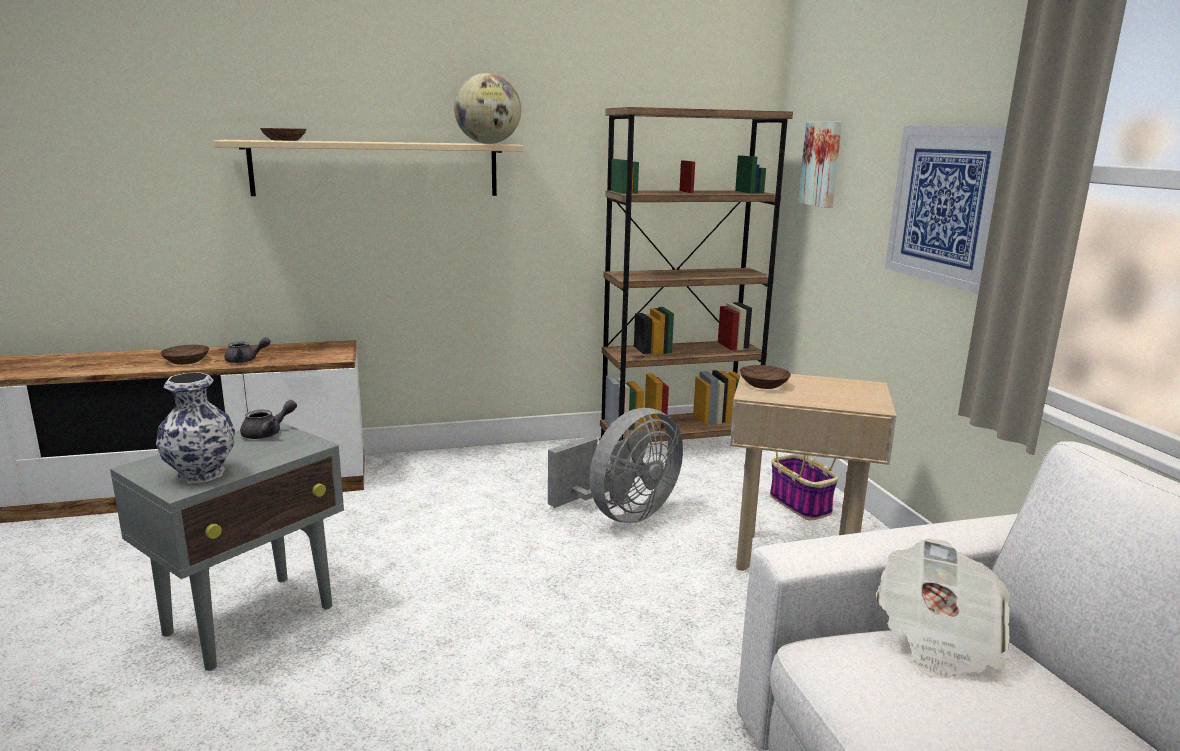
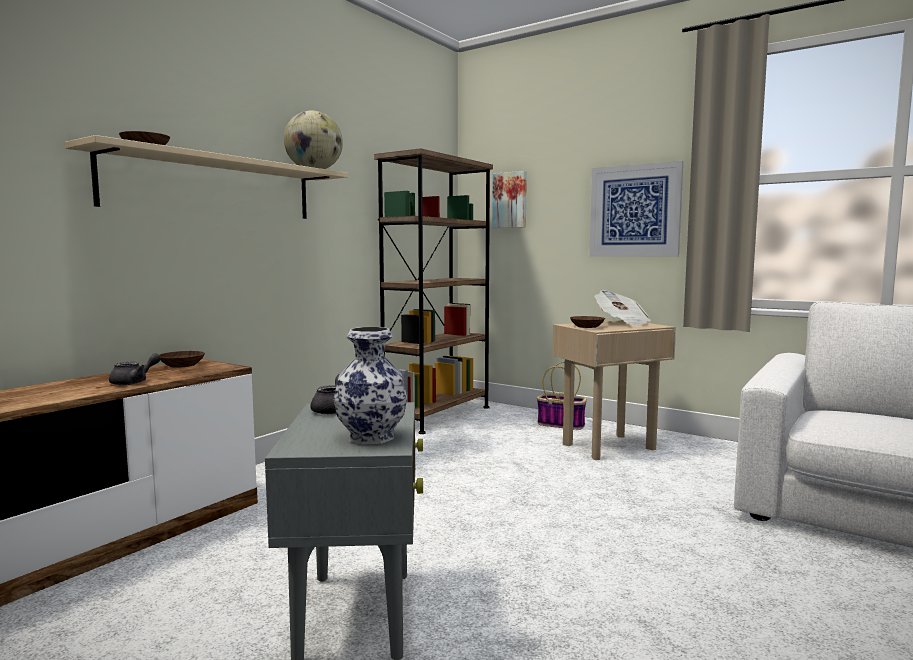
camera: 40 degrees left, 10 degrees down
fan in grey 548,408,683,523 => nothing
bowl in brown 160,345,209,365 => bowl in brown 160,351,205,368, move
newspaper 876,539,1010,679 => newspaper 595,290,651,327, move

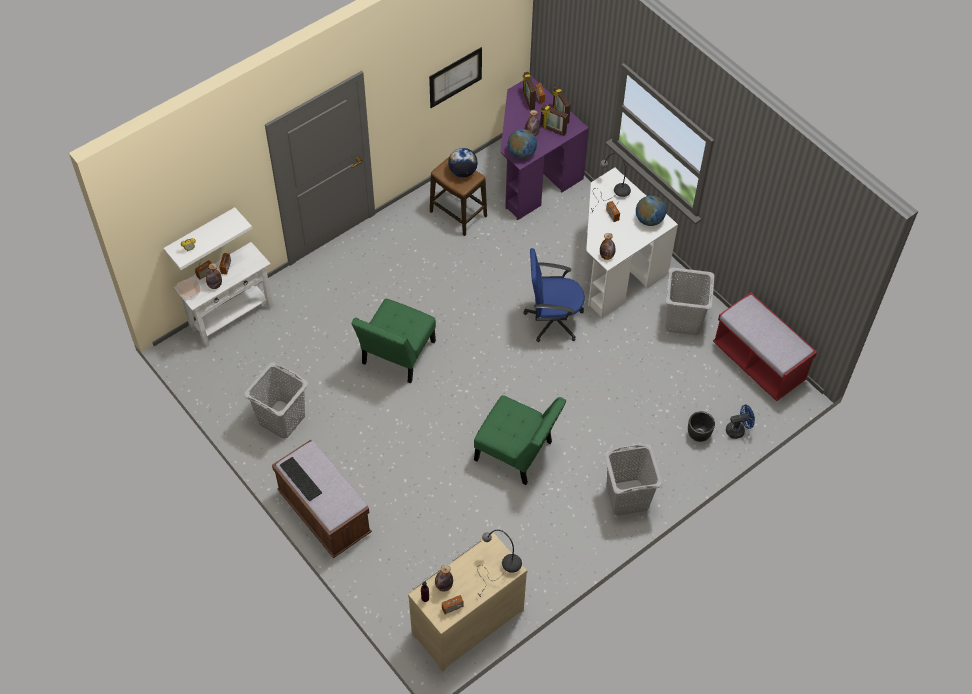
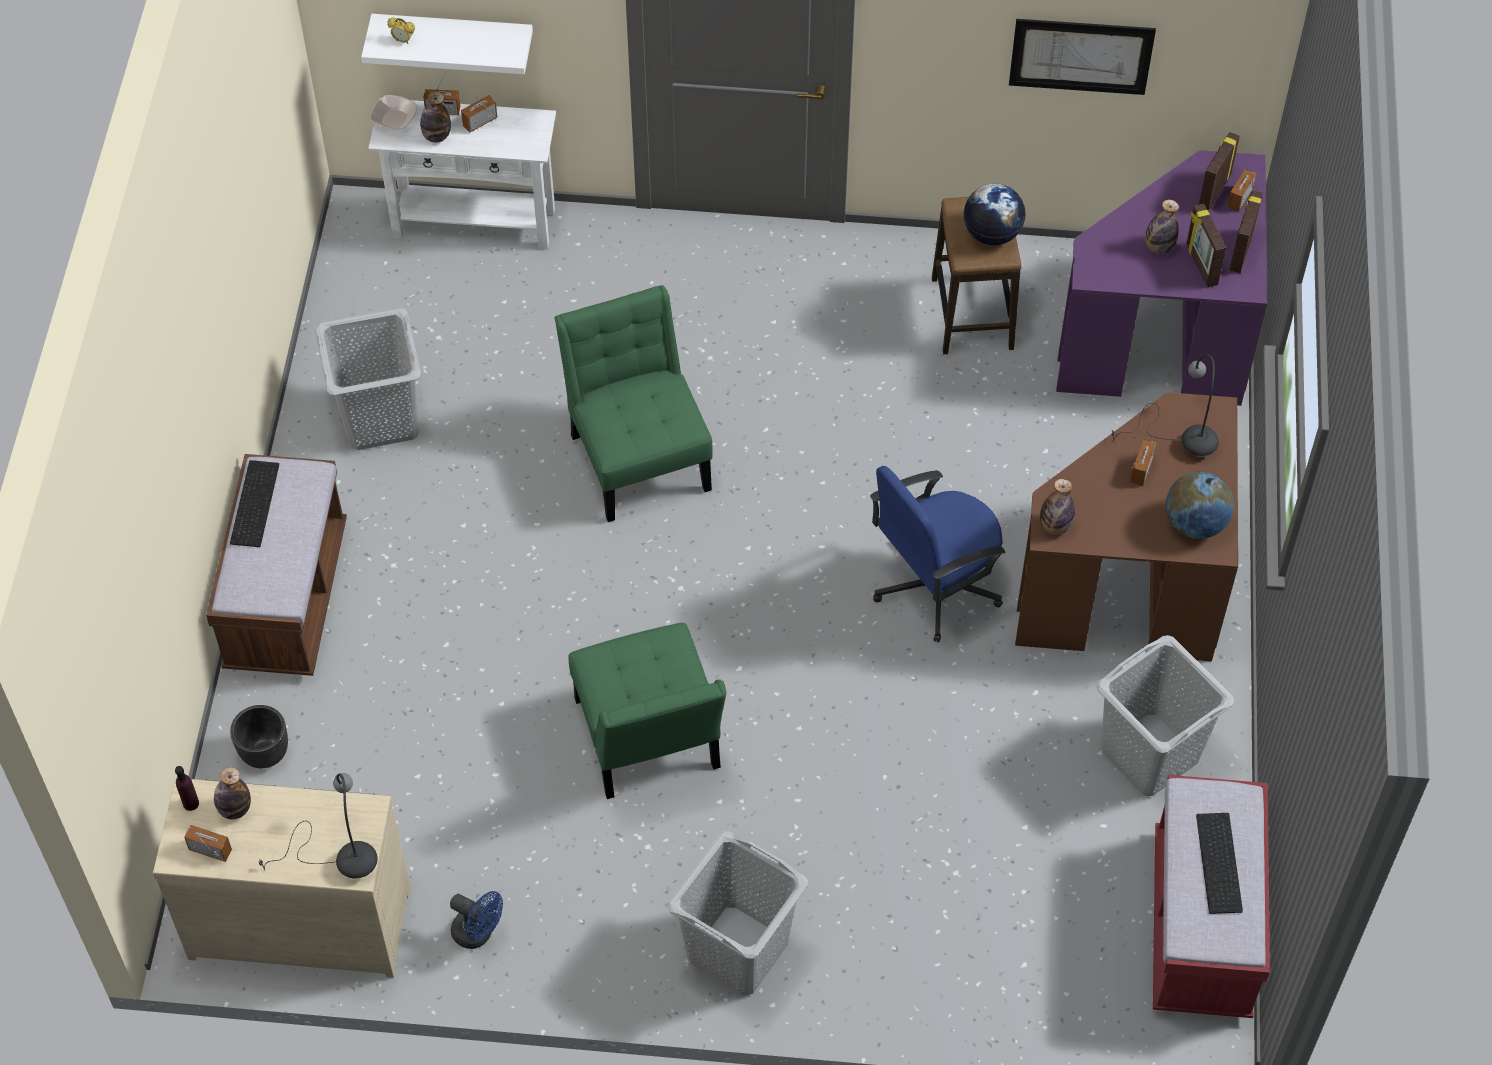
camera: 45 degrees right, 0 degrees up
globe 508,129,537,159 => nothing
nothing => keyboard 1196,813,1243,914
planter in black 688,411,715,442 => planter in black 230,705,288,768, move
fan in blue 726,405,755,439 => fan in blue 450,891,503,949, move
desk in white 586,167,678,319 => desk in brown 1015,392,1238,661
chair in green 352,299,436,383 => chair in green 555,285,713,522, 90 degrees clockwise
office chair in blue 523,248,585,342 => office chair in blue 870,466,1005,642, 75 degrees counterclockwise

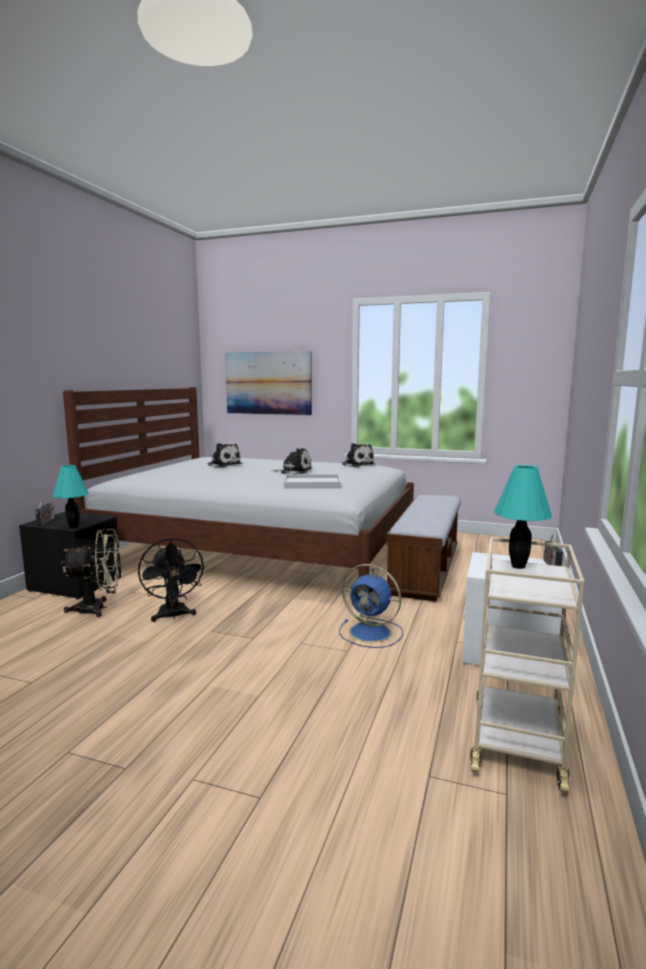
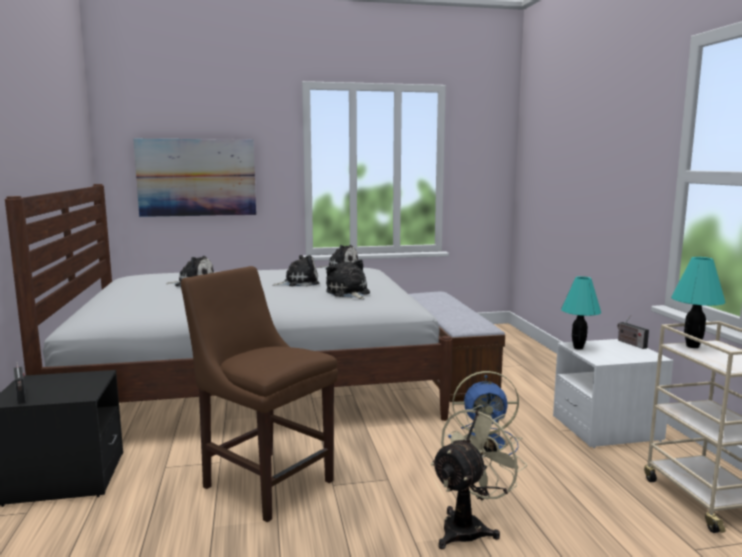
camera: 30 degrees left, 0 degrees up
table lamp in turquoise 52,465,89,528 => table lamp in turquoise 561,276,601,350, move
fan in beige 61,529,120,617 => fan in beige 431,405,527,549, move
fan in black 138,538,205,622 => chair in brown 181,266,338,522
tray in white 284,474,341,487 => plush toy 326,259,370,299

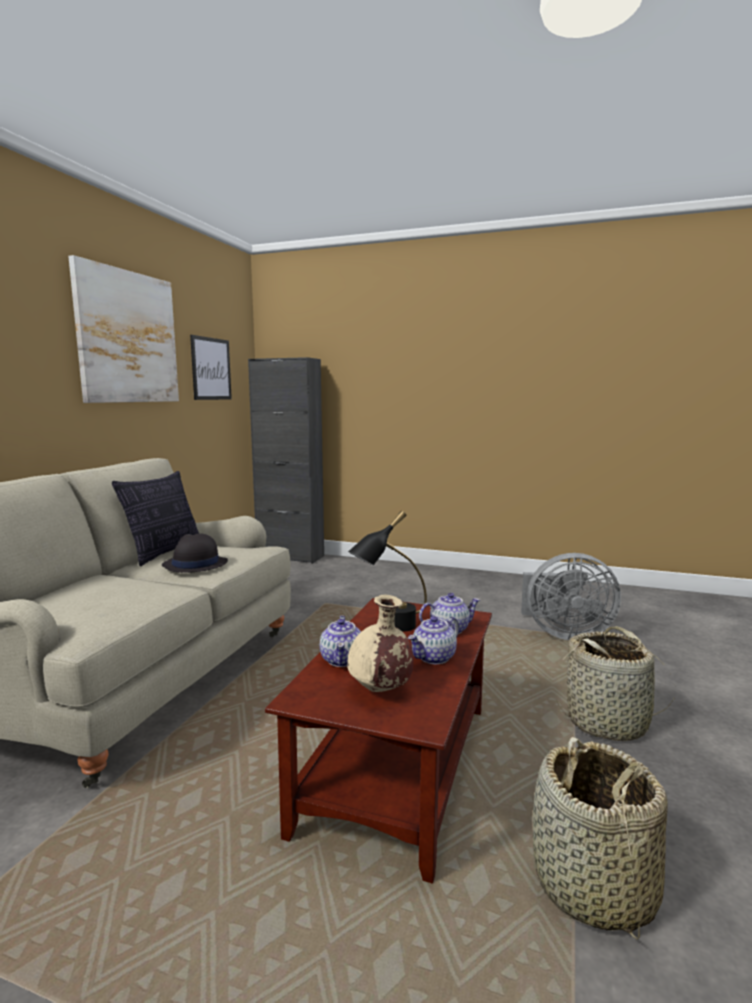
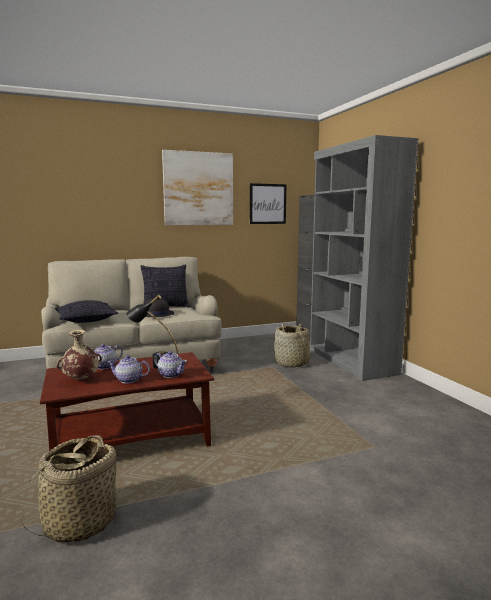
camera: 50 degrees right, 0 degrees up
fan in grey 521,553,621,640 => nothing
nothing => pillow 55,300,118,323
nothing => bookcase in grey 310,135,419,381
basket 556,626,675,741 => basket 274,323,310,367, move

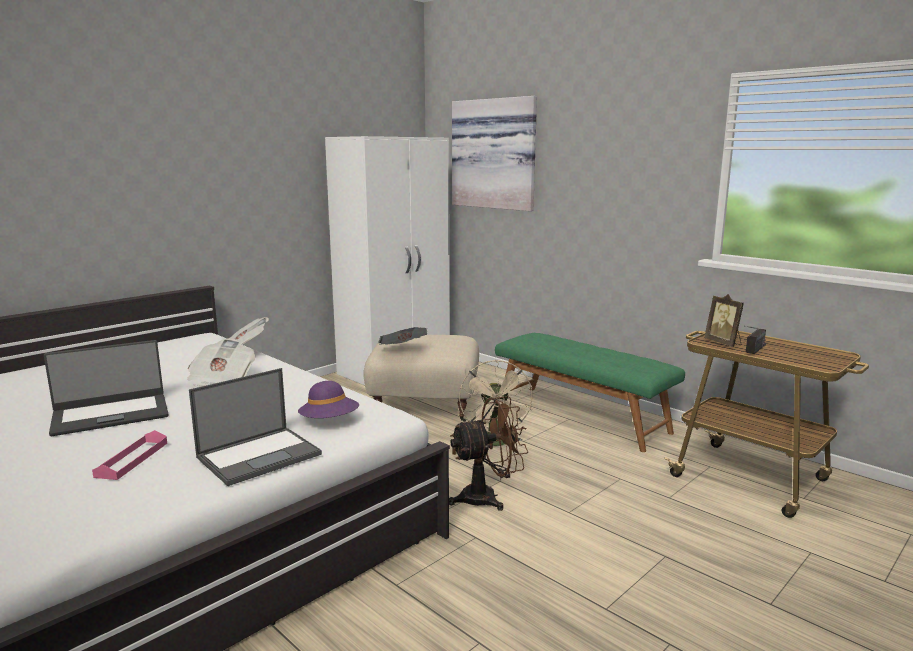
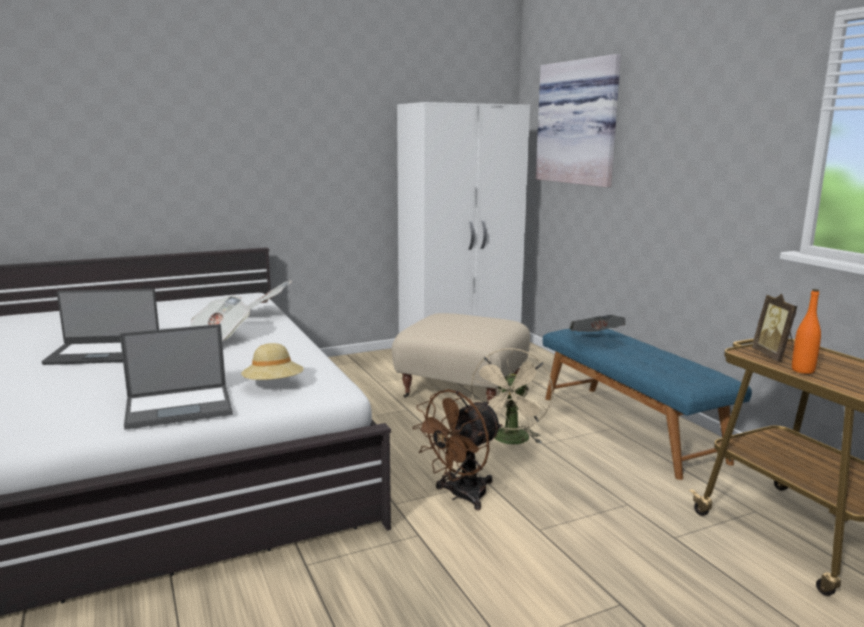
camera: 20 degrees right, 0 degrees up
tray in pink 92,430,167,480 => nothing
newspaper 379,327,428,345 => newspaper 570,315,626,332, move
radio 744,326,766,354 => bottle in orange 792,289,821,374
hat in purple 298,381,359,418 => hat in beige 241,343,304,380
bench in green 495,333,685,452 => bench in blue 543,329,752,480
fan in brown 449,396,528,511 => fan in brown 412,389,502,510, 135 degrees clockwise

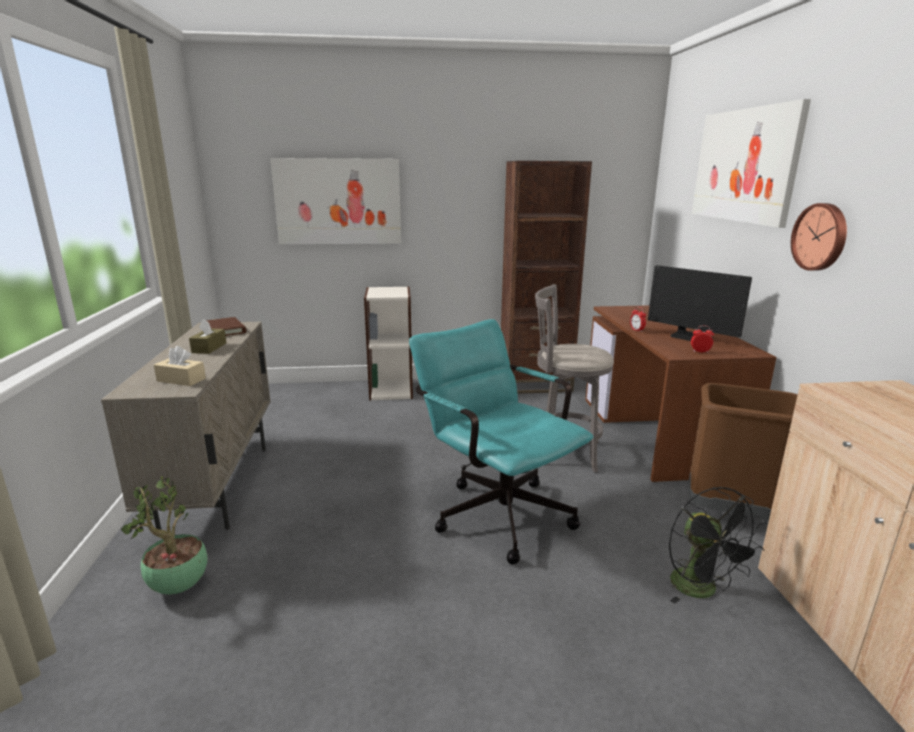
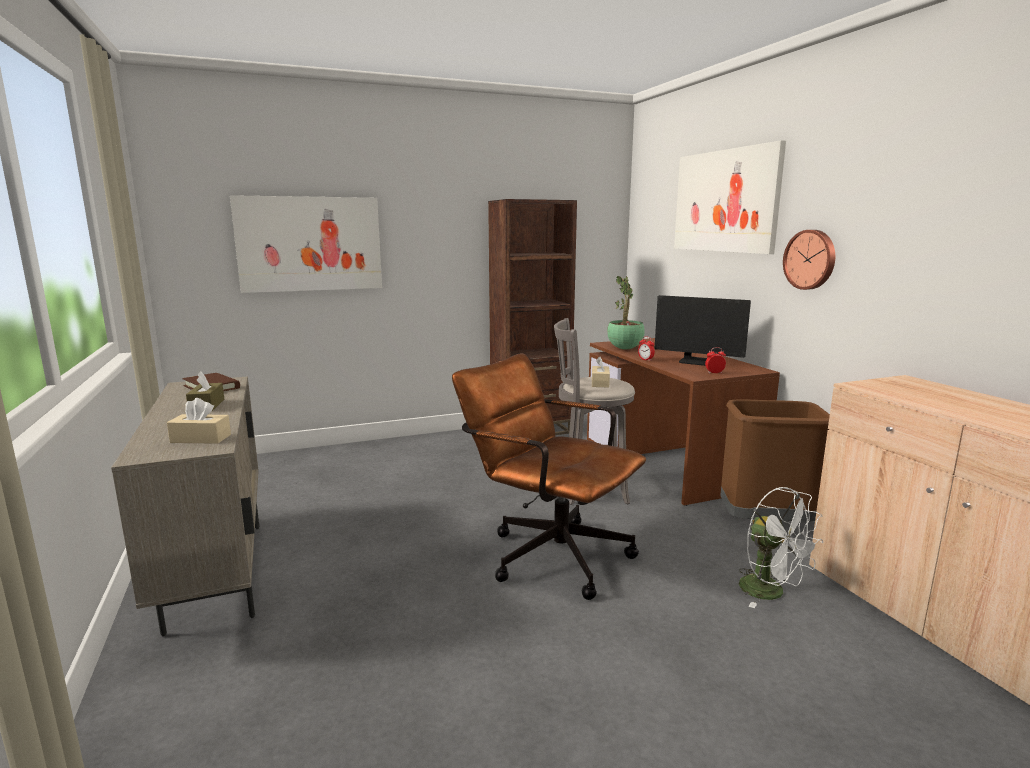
camera: 15 degrees left, 5 degrees down
bookcase 364,286,413,401 => nothing
nothing => tissue box in beige 592,356,610,388
potted plant 121,476,208,594 => potted plant 607,276,645,350, move
office chair in turquoise 409,319,593,565 => office chair in brown 452,353,646,600
fan in black 669,487,767,604 => fan in white 739,487,823,608

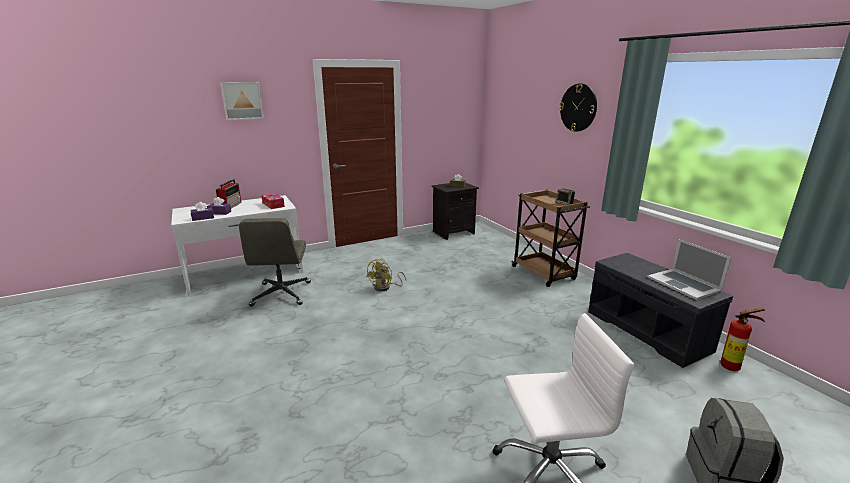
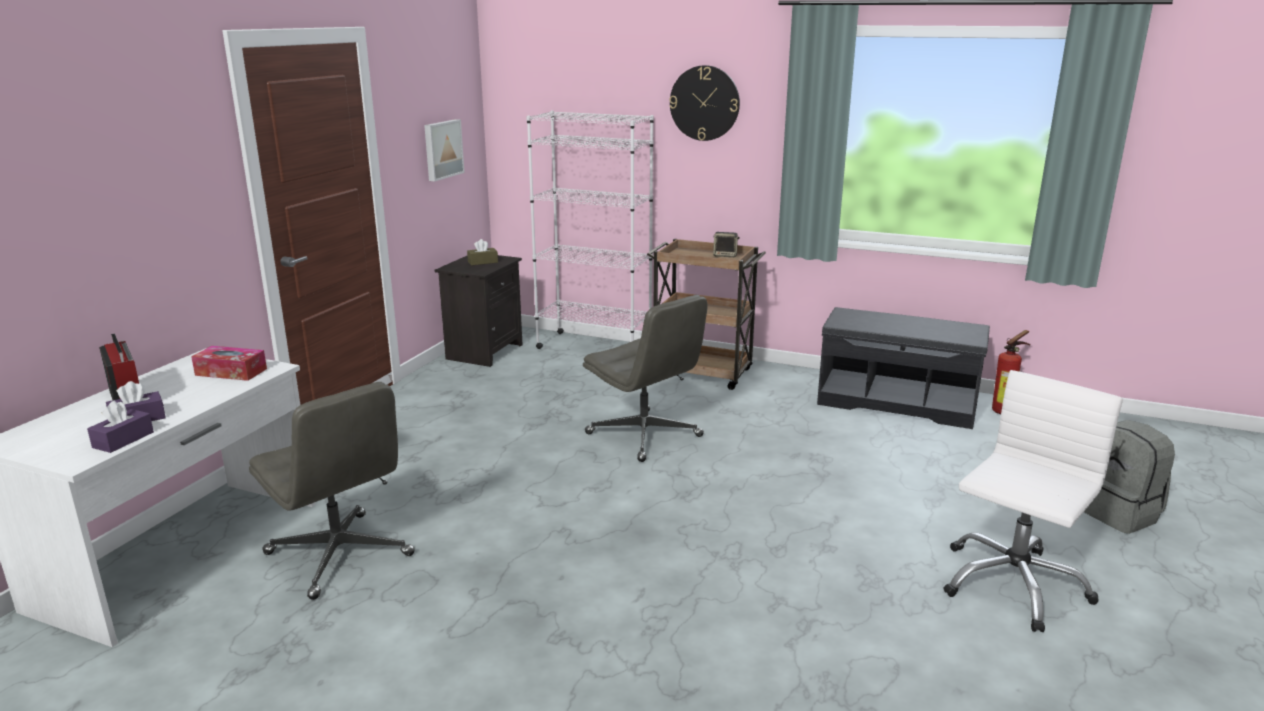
camera: 40 degrees left, 0 degrees up
fan in yellow 366,258,406,292 => nothing
laptop 648,239,731,300 => nothing
nothing => bookcase in white 526,111,654,349
nothing => office chair in grey 583,295,708,462
picture 220,82,264,120 => picture 424,119,465,181, move

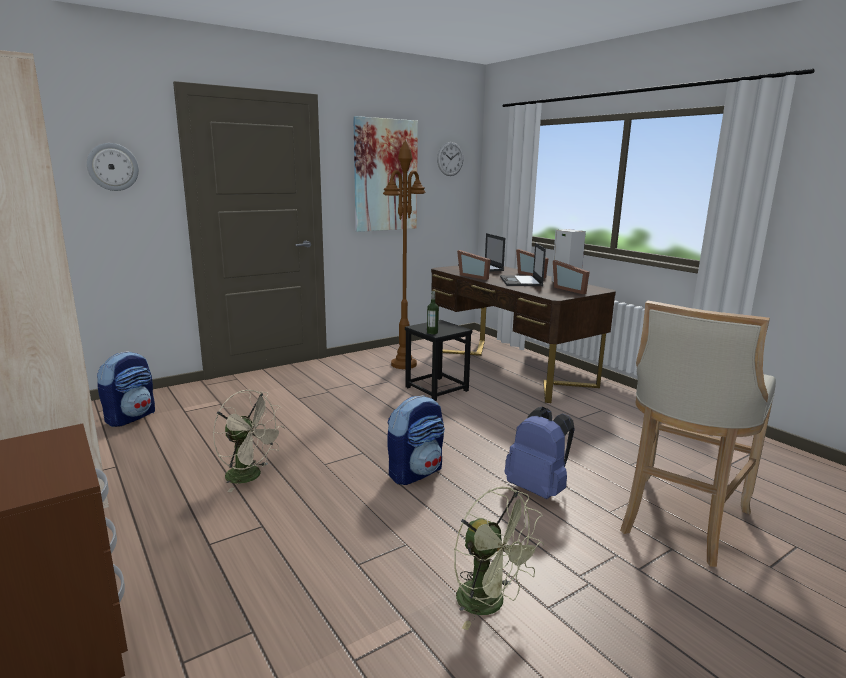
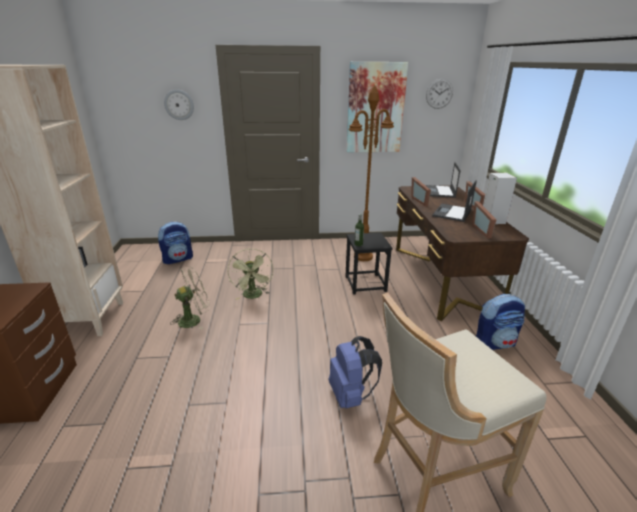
camera: 30 degrees right, 10 degrees up
backpack 387,395,445,485 => backpack 476,294,525,350, move
fan in green 454,487,544,630 => fan in green 228,249,273,300, move
fan in beige 213,390,285,492 => fan in beige 170,266,210,330, 90 degrees counterclockwise

